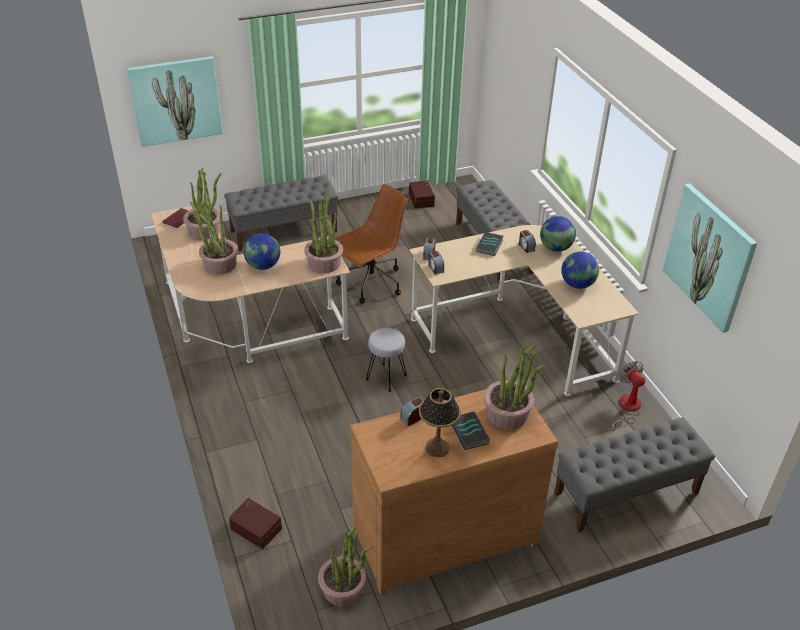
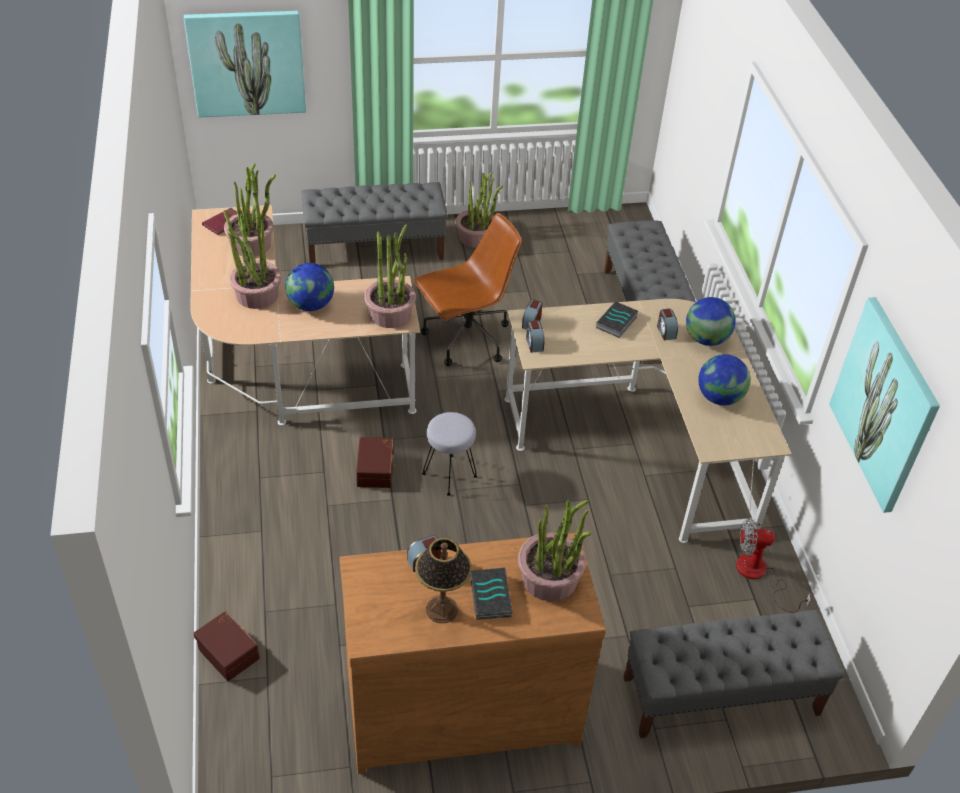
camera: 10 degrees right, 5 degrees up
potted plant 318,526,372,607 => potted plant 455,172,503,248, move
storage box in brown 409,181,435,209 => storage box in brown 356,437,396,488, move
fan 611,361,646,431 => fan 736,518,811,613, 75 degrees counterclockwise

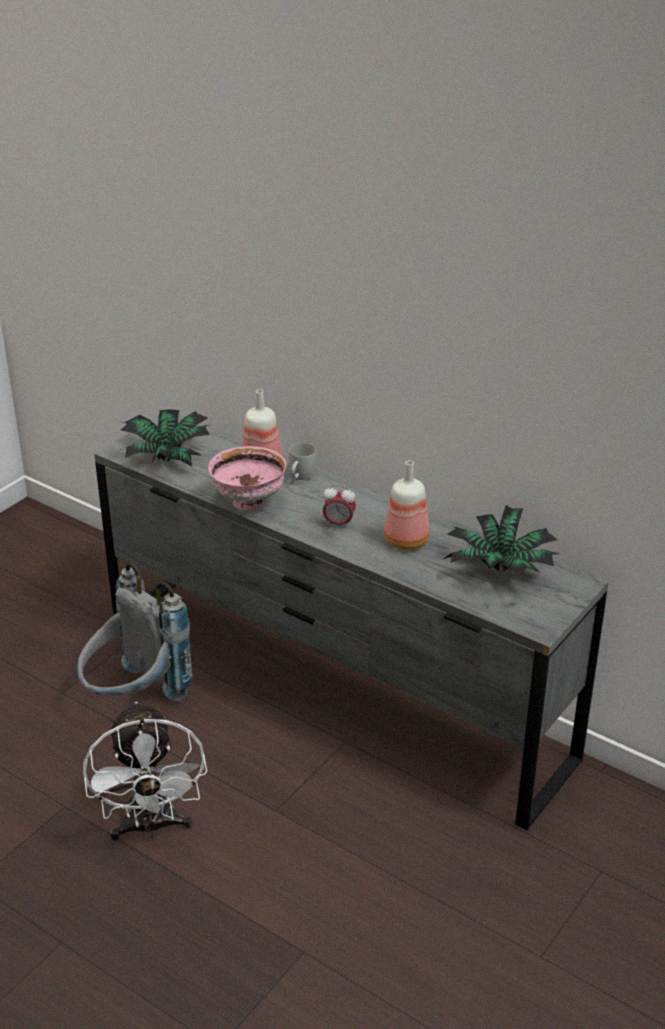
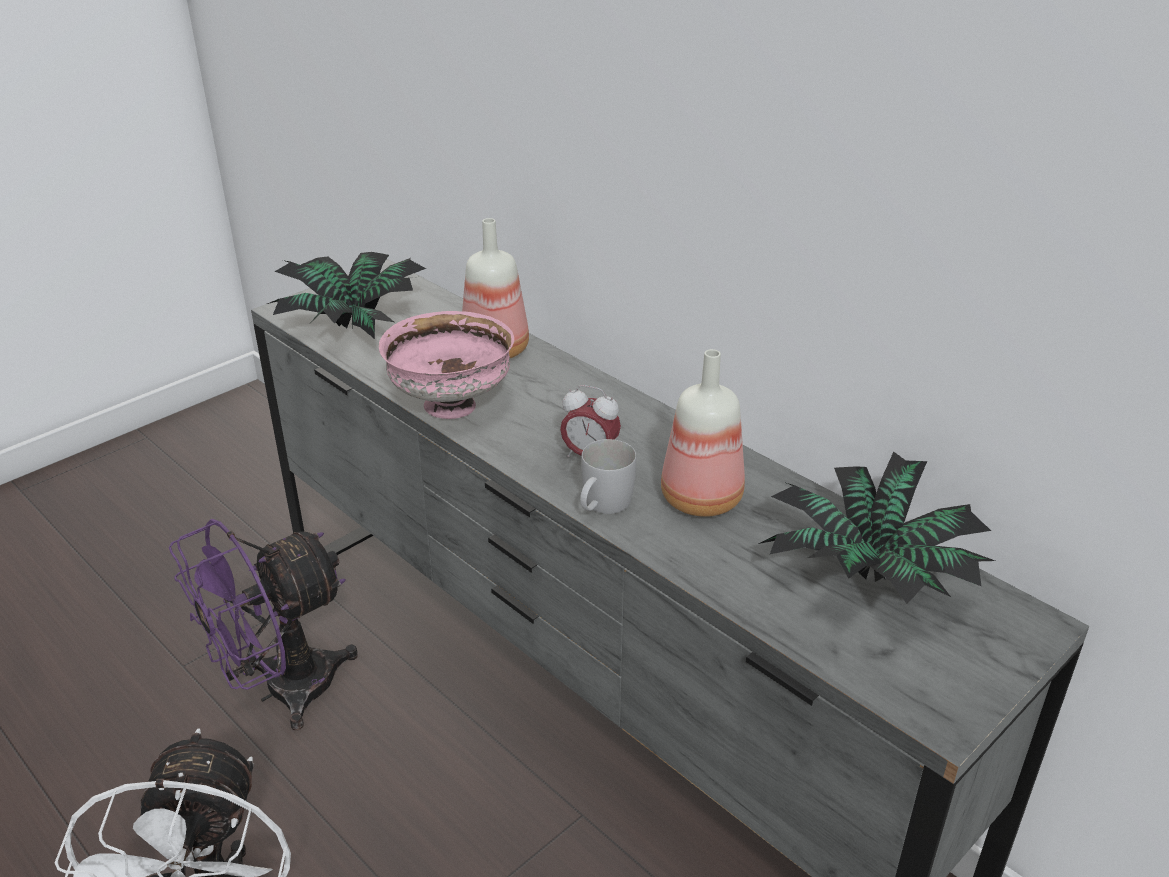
camera: 10 degrees right, 0 degrees up
mug in white 289,442,316,480 => mug in white 580,439,636,514, move
backpack in grey 77,562,193,701 => fan in purple 169,519,358,730

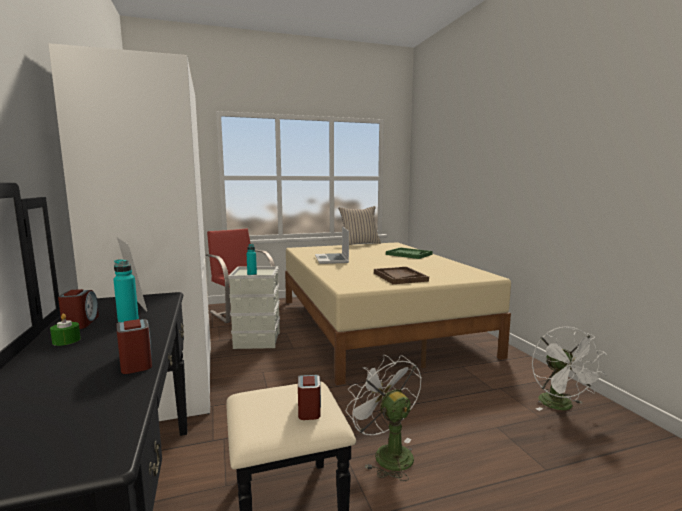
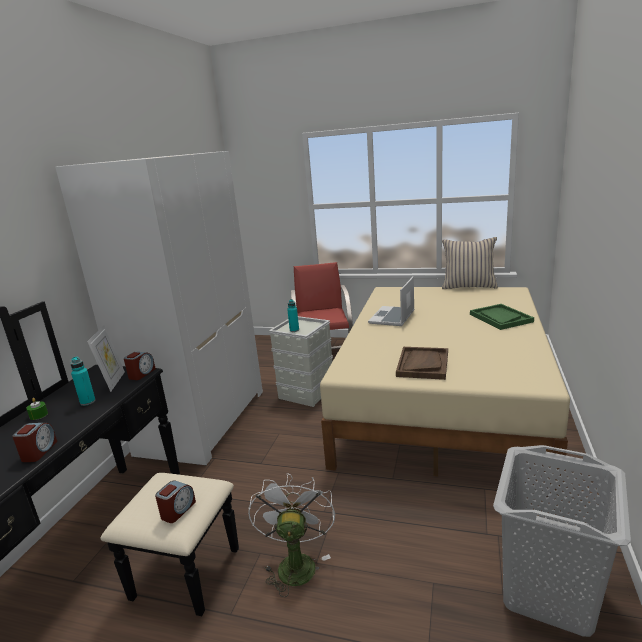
camera: 35 degrees right, 10 degrees up
alarm clock 58,289,99,329 => alarm clock 124,352,156,380, move
fan in white 532,326,607,411 => laundry basket in grey 493,445,631,637

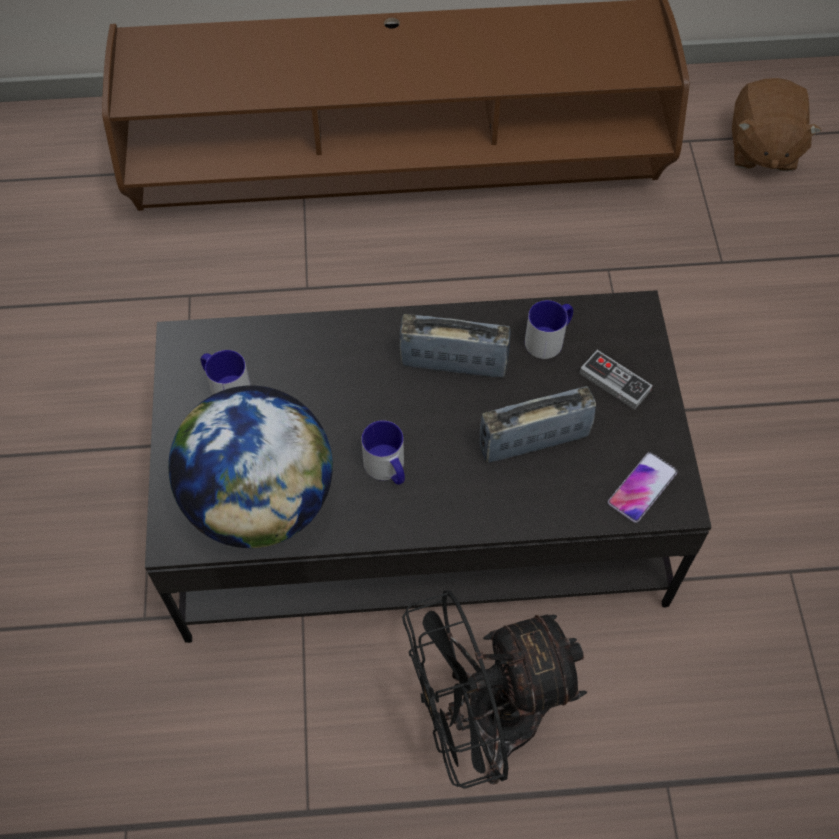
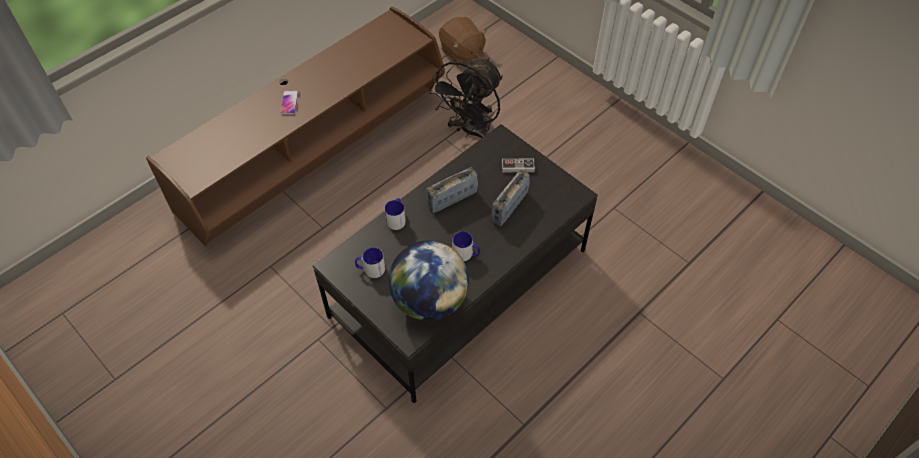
camera: 40 degrees left, 5 degrees down
fan in black 402,590,587,789 => fan in black 428,57,503,138, move
mug 525,300,573,359 => mug 385,198,406,230, move
phone 608,452,677,523 => phone 280,90,299,114, move

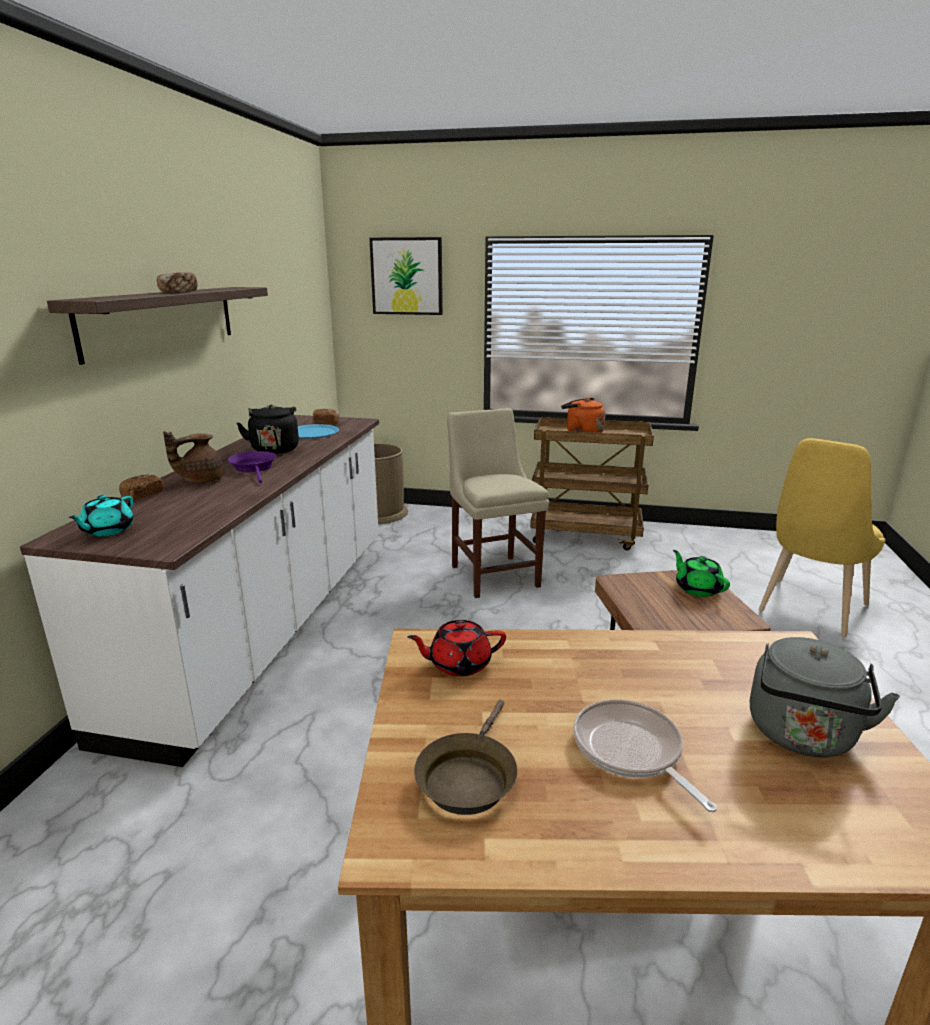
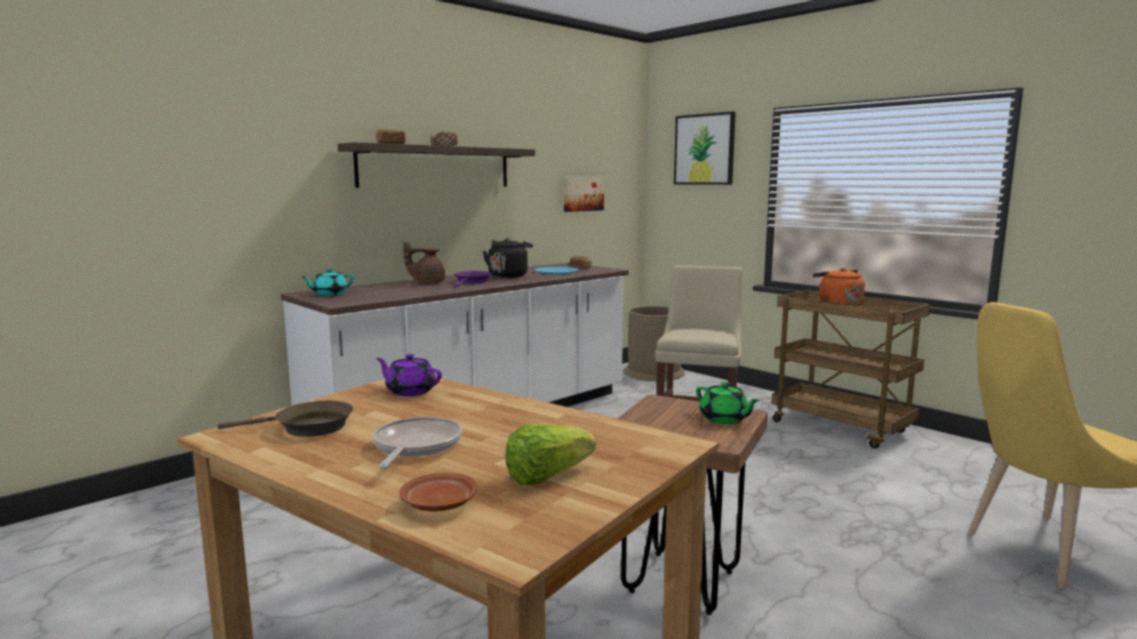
camera: 35 degrees right, 10 degrees down
nothing => plate in brown 399,473,477,512
nothing => picture 564,177,604,212
bread 119,475,164,500 => bread 376,129,406,144, move
kettle in grey 750,637,900,757 => lettuce 505,424,596,485
teapot in red 407,620,506,677 => teapot in purple 376,354,442,396
frying pan in brown 414,700,518,815 => frying pan in brown 217,401,353,437, 150 degrees counterclockwise
teapot in green 673,550,730,597 => teapot in green 696,382,760,424, 135 degrees clockwise

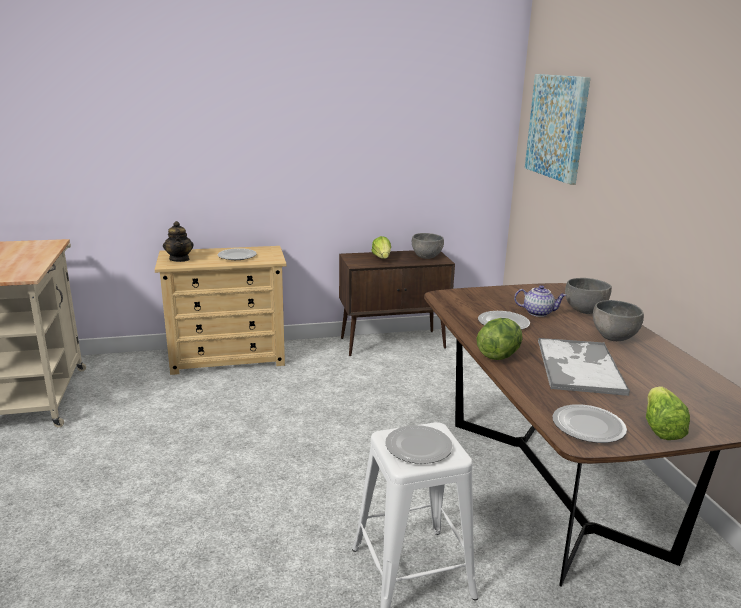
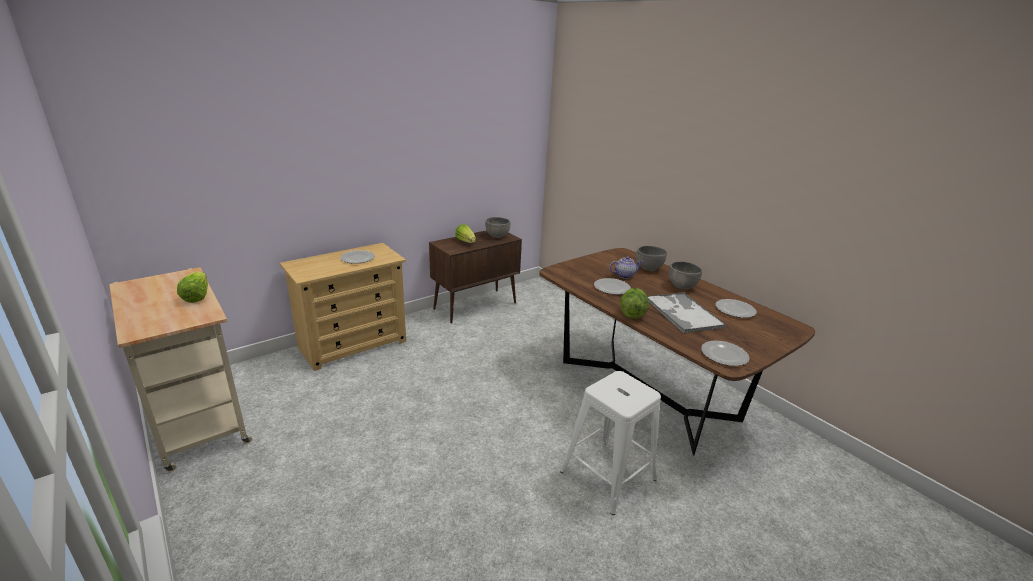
camera: 25 degrees left, 5 degrees up
teapot 163,221,194,262 => nothing
picture 525,74,591,185 => nothing
plate 385,425,453,464 => plate 715,299,757,318, move
lettuce 646,386,690,440 => lettuce 177,271,208,303, move

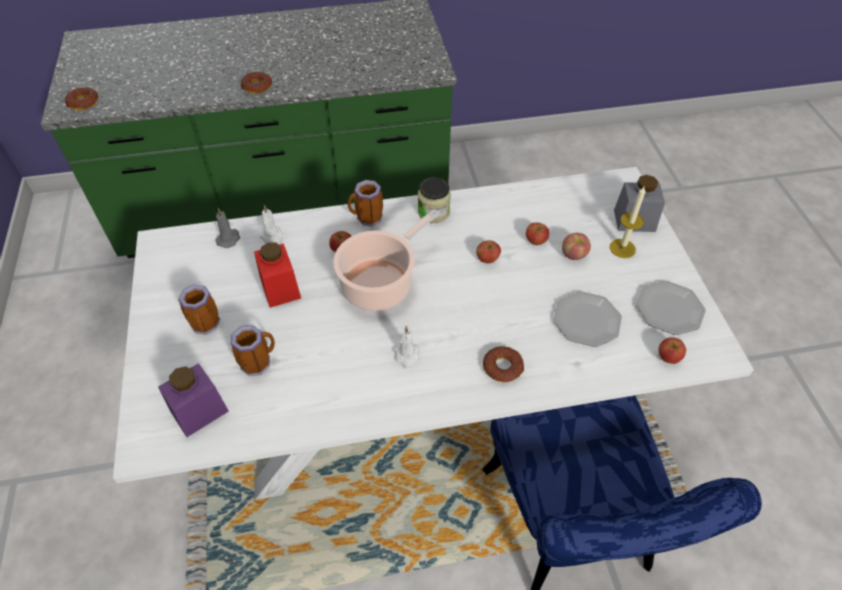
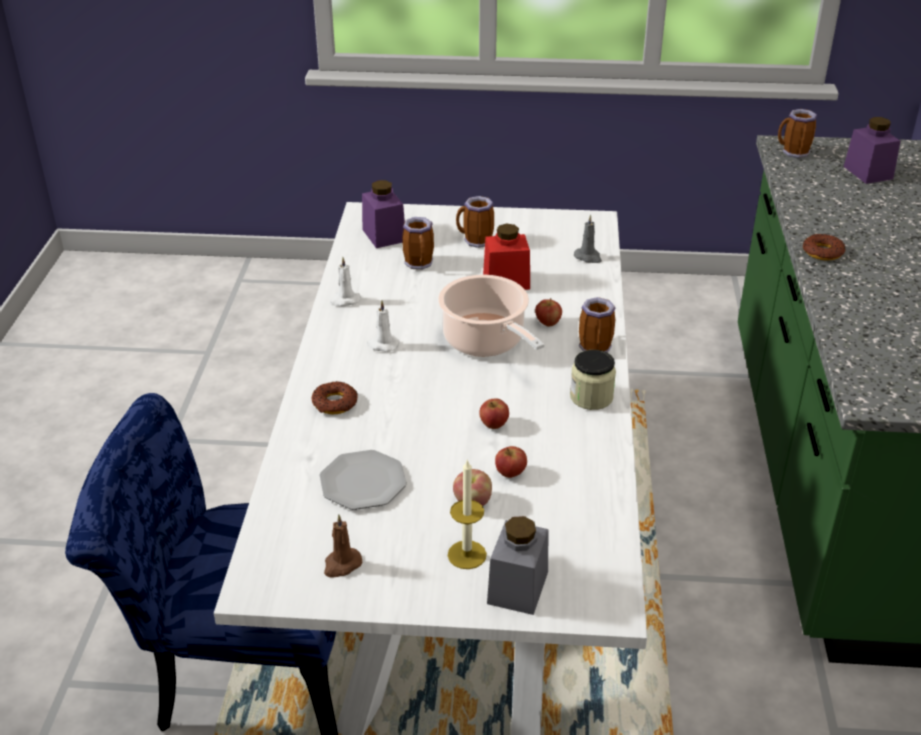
camera: 105 degrees right, 15 degrees down
apple 659,337,686,364 => nothing
nothing => jar in purple 844,117,901,184
candle in white 259,205,284,244 => candle in white 329,257,361,306, move
donut 65,87,98,110 => mug 778,109,817,158
plate 636,281,706,335 => candle in brown 324,514,362,577

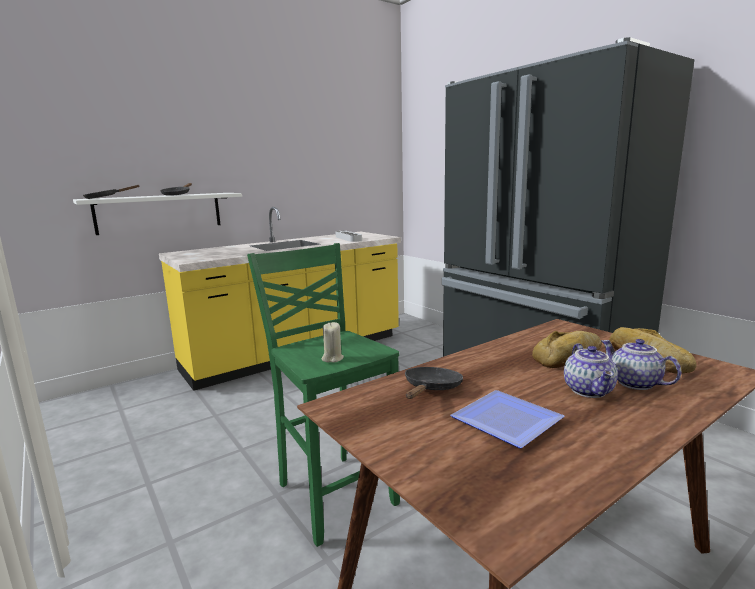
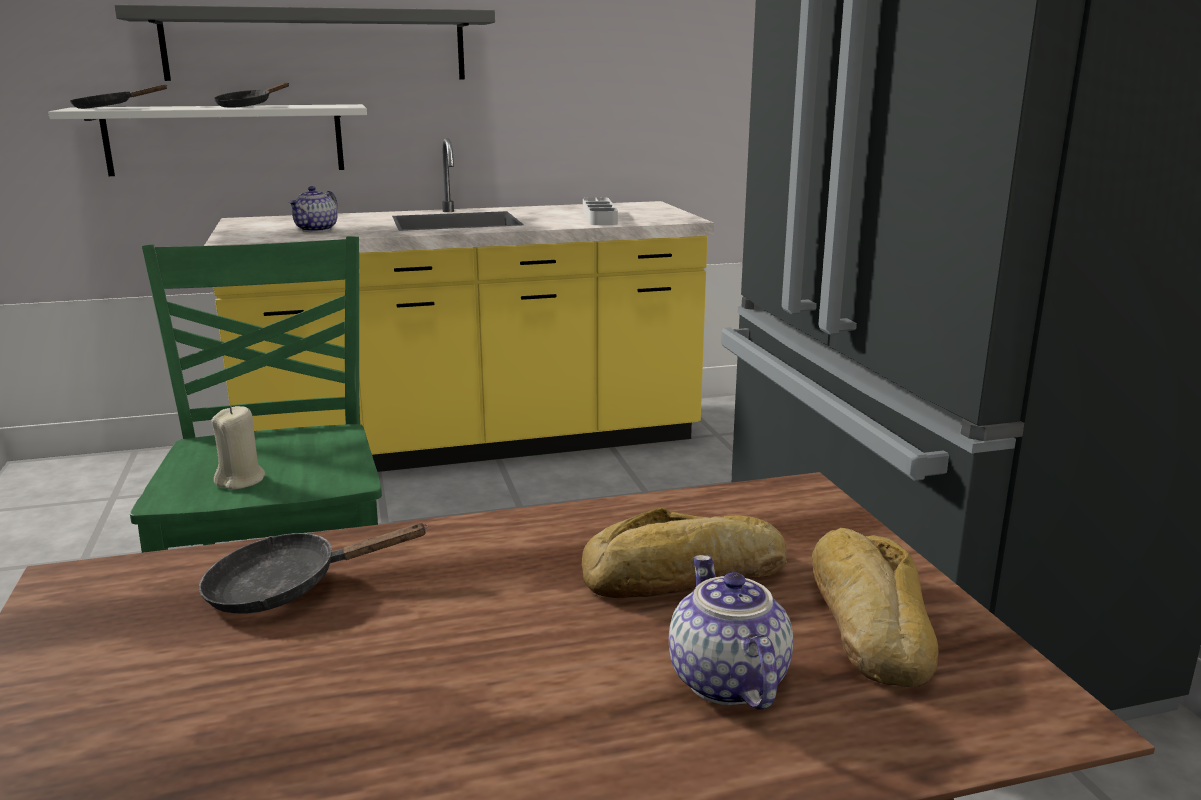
camera: 20 degrees right, 5 degrees up
plate 450,390,565,448 => nothing
nothing => shelf in grey 114,5,495,81
teapot 564,343,618,398 => teapot 289,186,338,232, move
frying pan in black 405,367,463,399 => frying pan in black 199,523,429,613, 150 degrees counterclockwise

